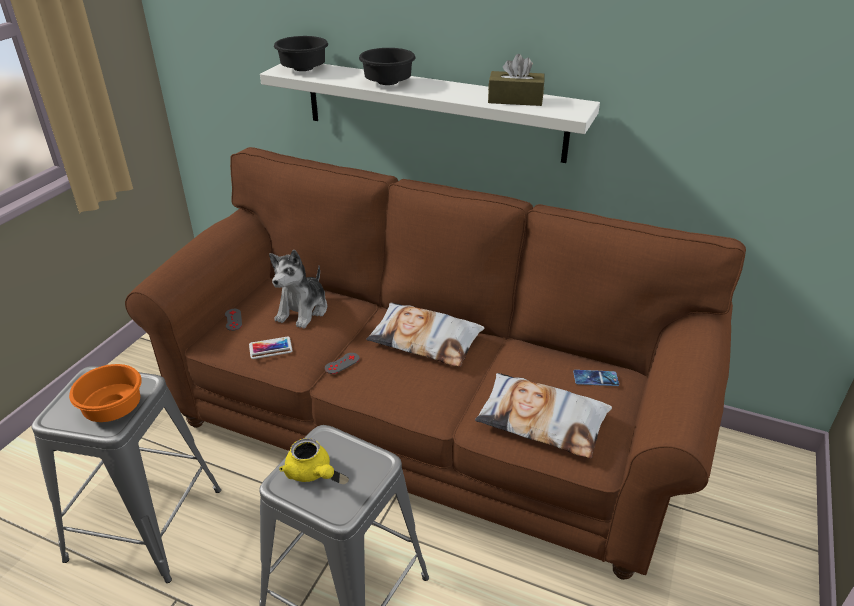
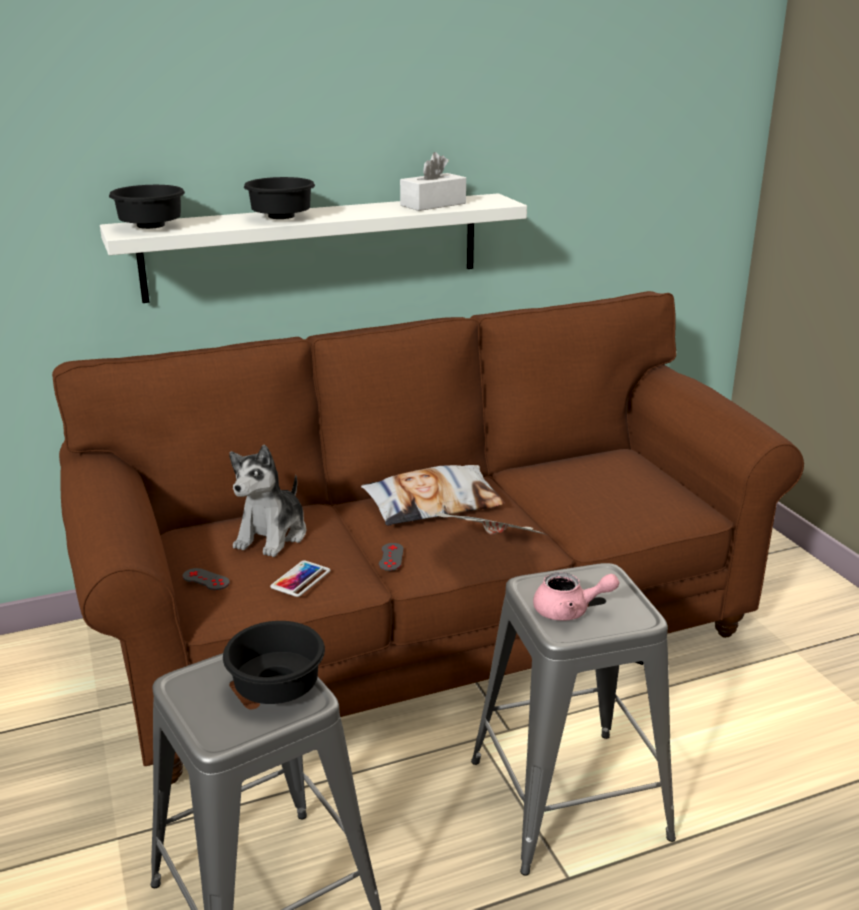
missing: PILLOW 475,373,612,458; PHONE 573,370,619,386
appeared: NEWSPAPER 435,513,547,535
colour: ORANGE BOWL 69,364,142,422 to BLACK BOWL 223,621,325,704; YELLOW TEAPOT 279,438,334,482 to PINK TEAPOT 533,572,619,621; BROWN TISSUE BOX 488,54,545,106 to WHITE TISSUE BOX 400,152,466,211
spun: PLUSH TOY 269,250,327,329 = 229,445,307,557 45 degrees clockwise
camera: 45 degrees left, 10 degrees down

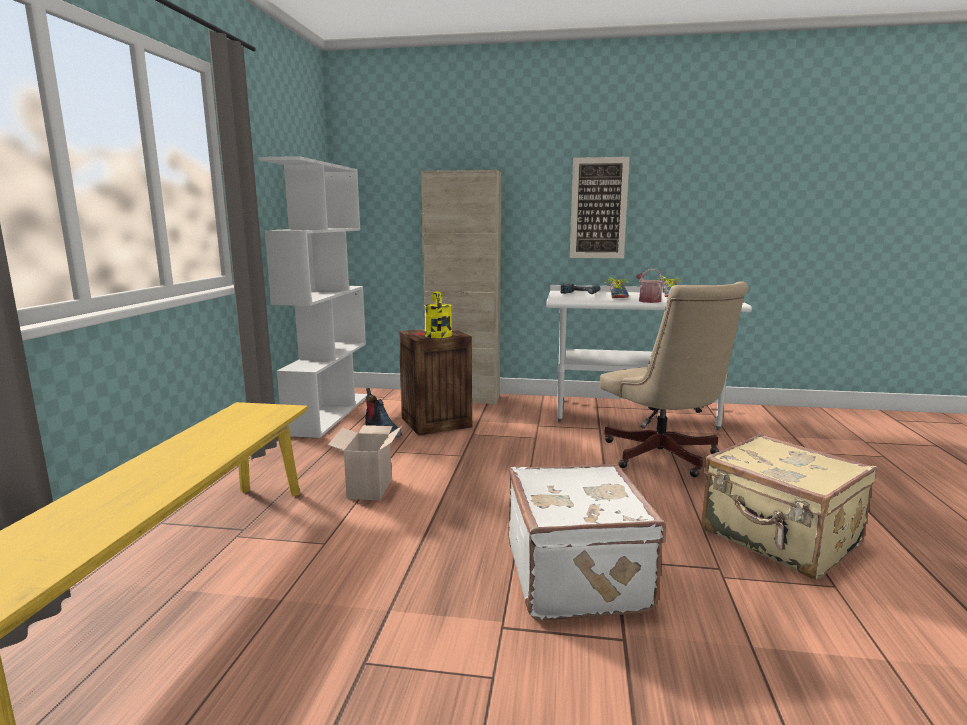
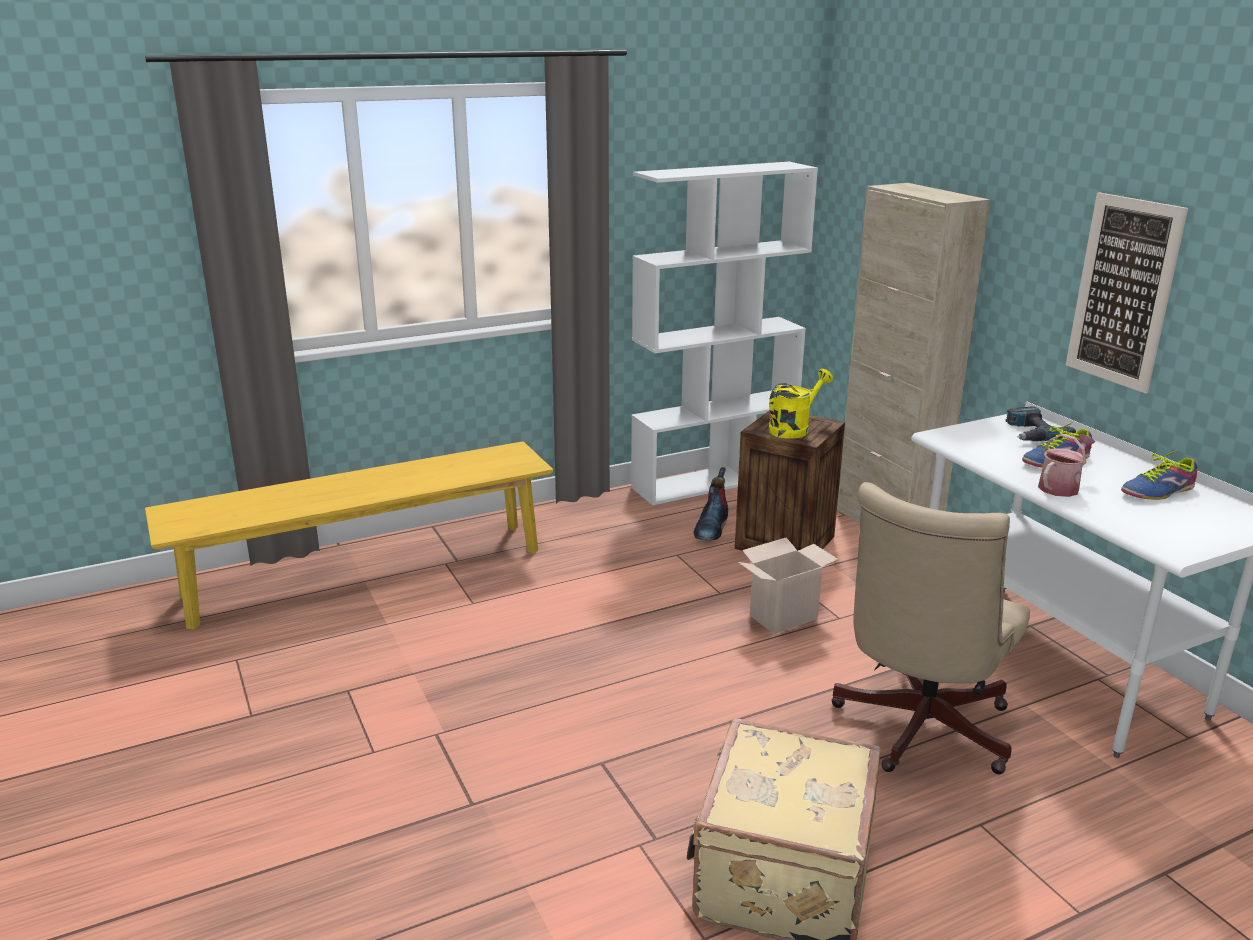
missing: WHITE SUITCASE 508,463,666,620
relocated: CARDBOARD BOX 328,425,402,500 to 738,538,838,634
camera: 55 degrees right, 10 degrees up

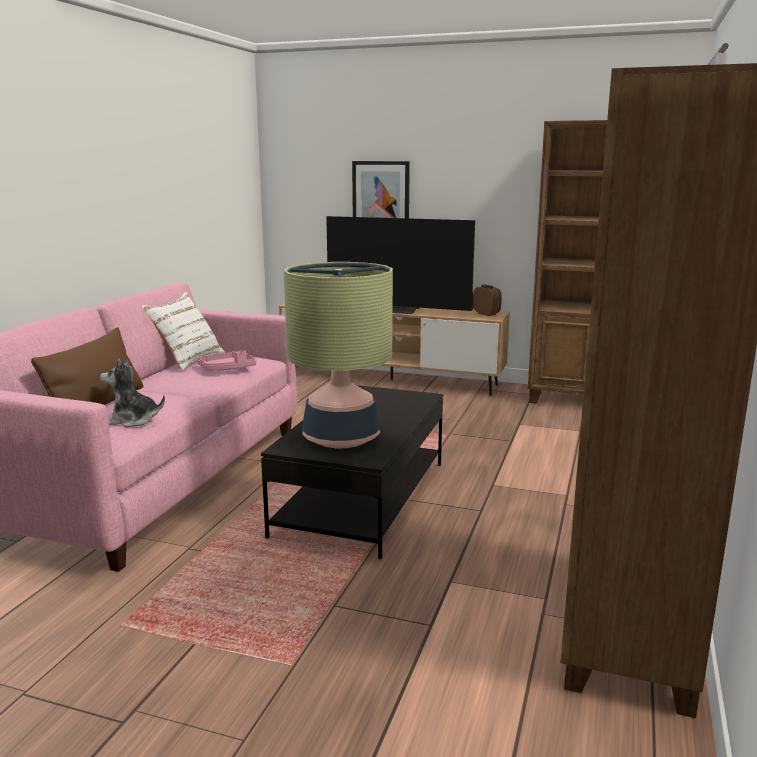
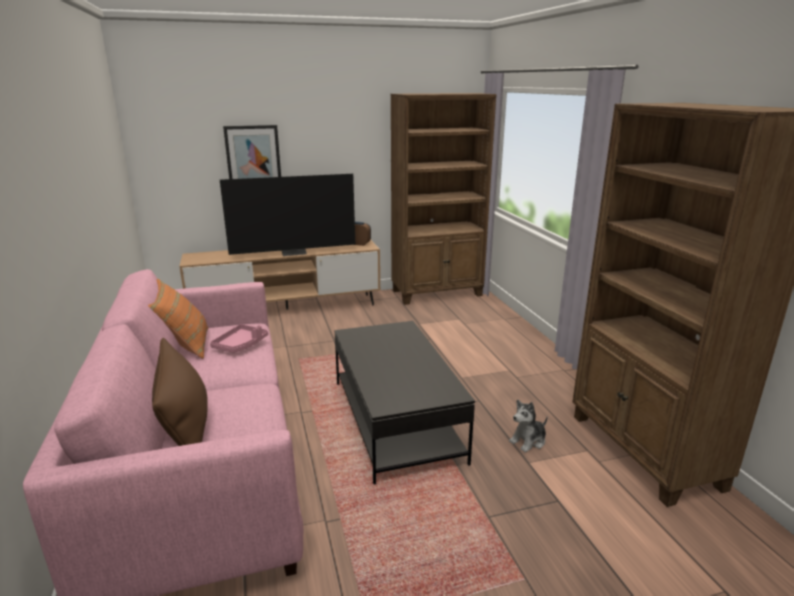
missing: TABLE LAMP 284,262,393,449
relocated: PLUSH TOY 100,359,165,427 to 509,399,548,452
colour: WHITE PILLOW 142,292,225,371 to ORANGE PILLOW 148,279,208,359
camera: 35 degrees left, 5 degrees up

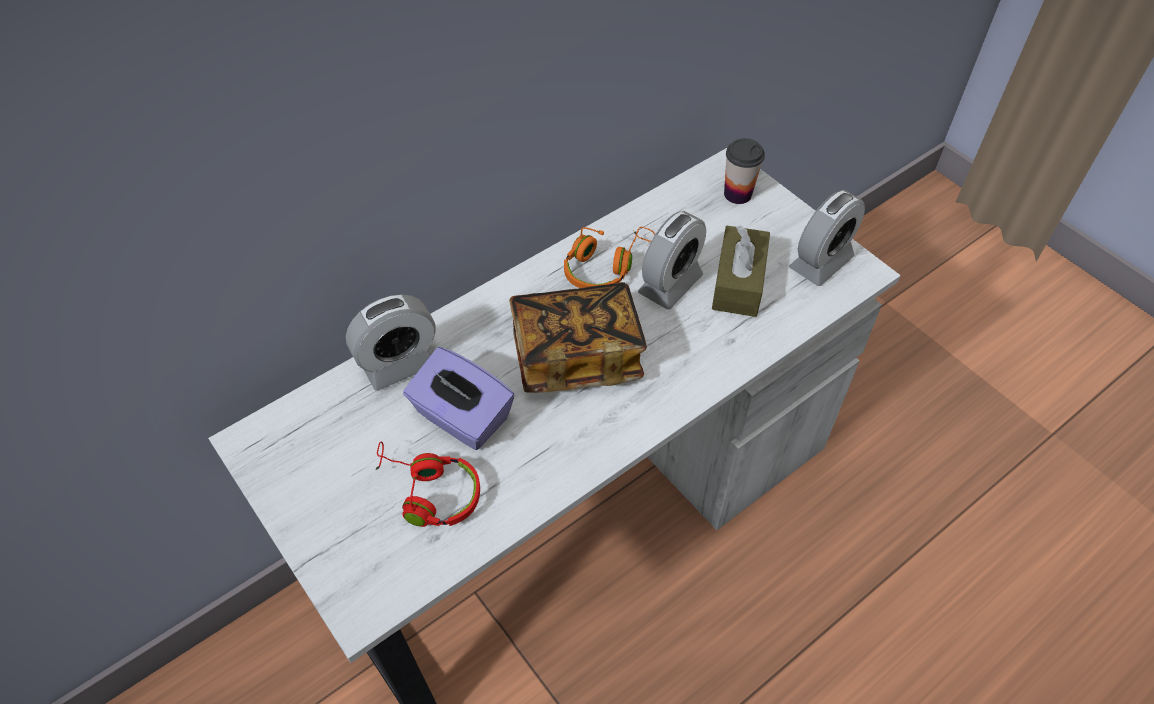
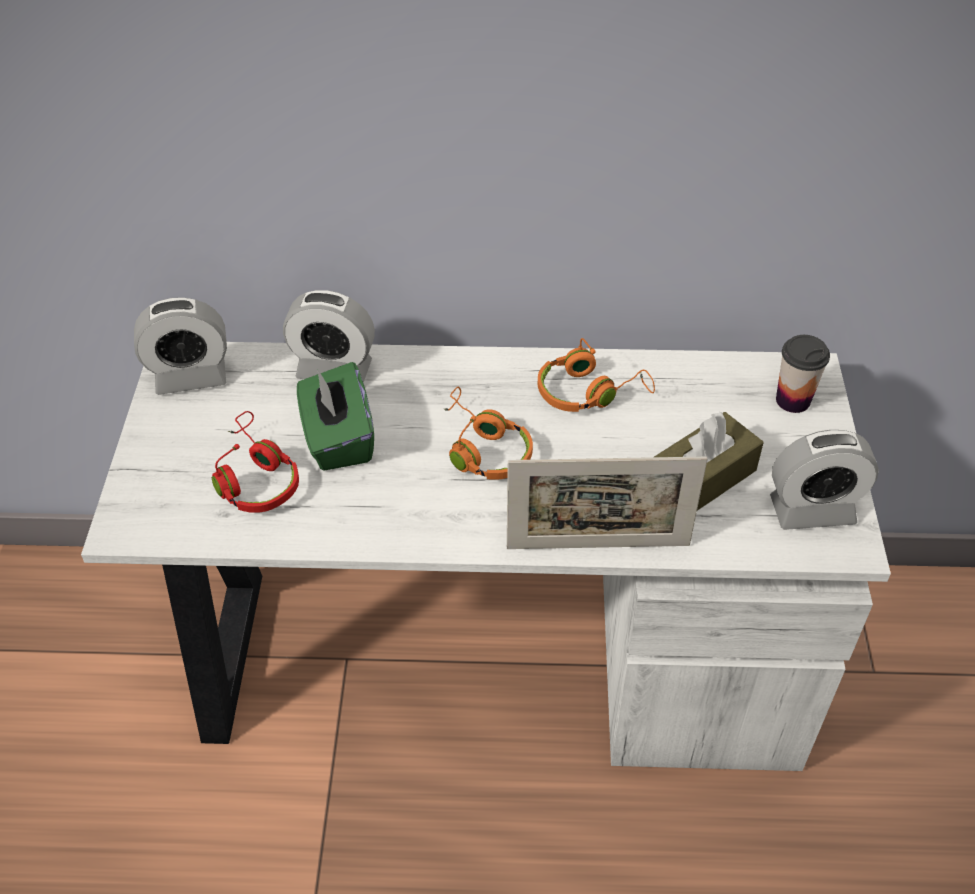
appeared: PICTURE FRAME 507,456,708,549
relocated: ALARM CLOCK 638,211,706,310 to 134,297,227,395
exchanged: BOOK 509,282,647,393 to ORANGE HEADPHONES 444,387,533,480
colour: PURPLE TISSUE BOX 403,347,515,450 to GREEN TISSUE BOX 297,362,374,471
camera: 40 degrees right, 5 degrees down

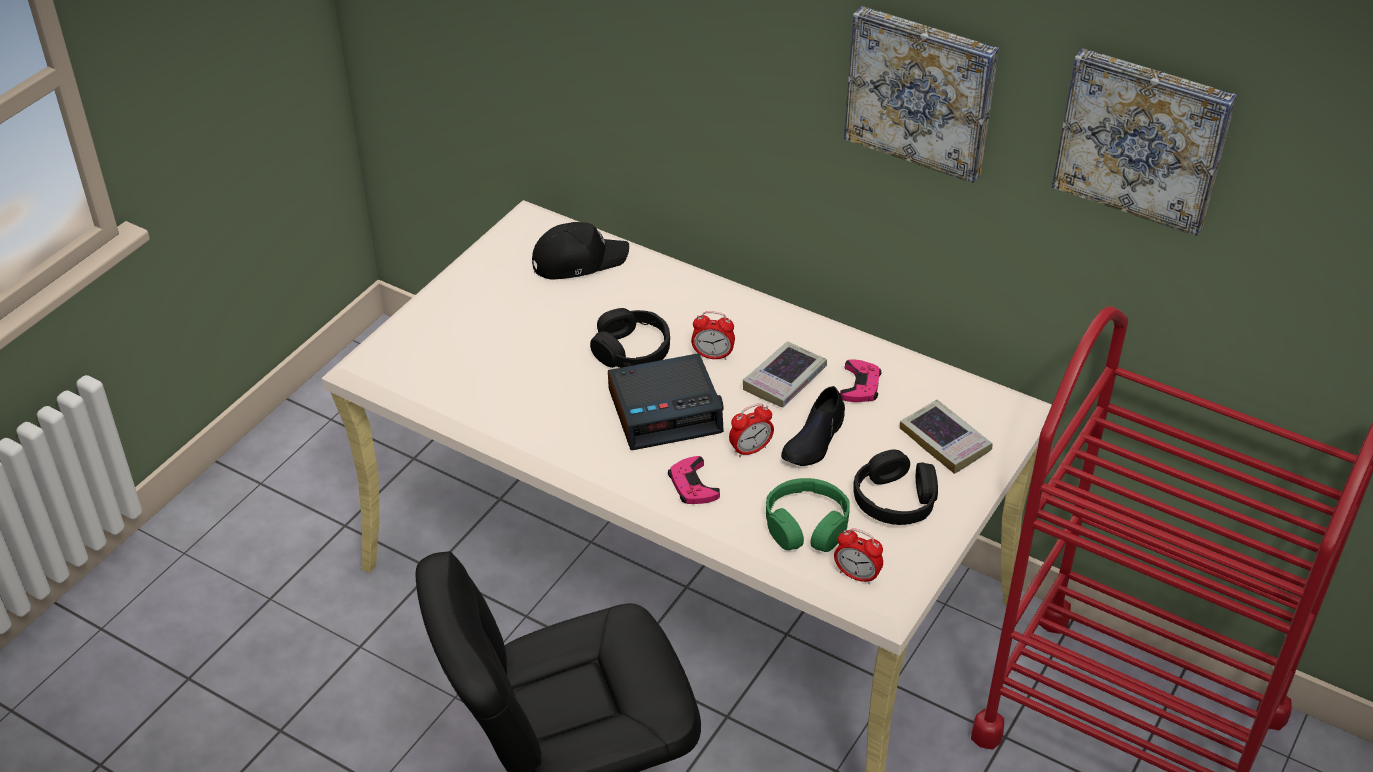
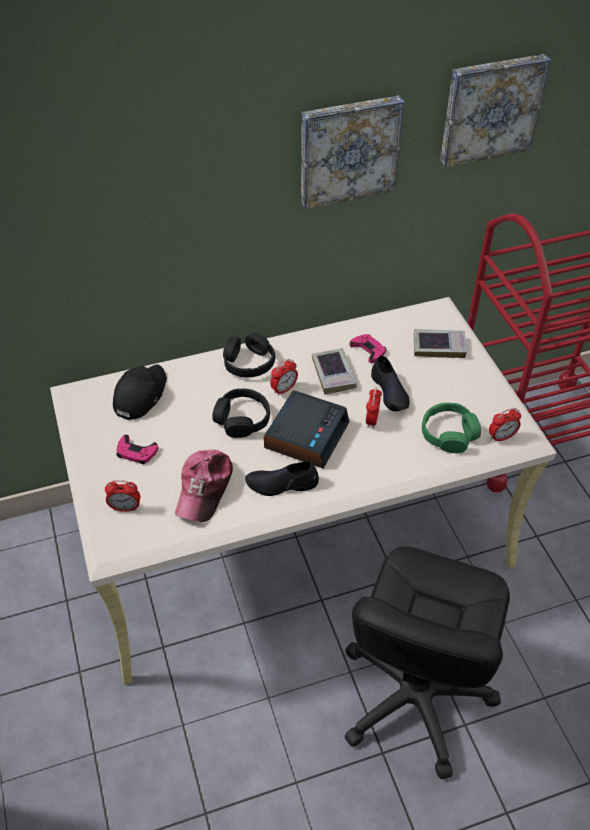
appeared: ALARM CLOCK 105,480,140,512; CAP 175,450,233,522; BLACK SHOE 245,461,319,496
relocated: PINK GAME CONTROLLER 668,456,720,504 to 116,434,158,464; BLACK HEADPHONES 853,449,938,525 to 223,333,275,378
camera: 50 degrees left, 5 degrees up

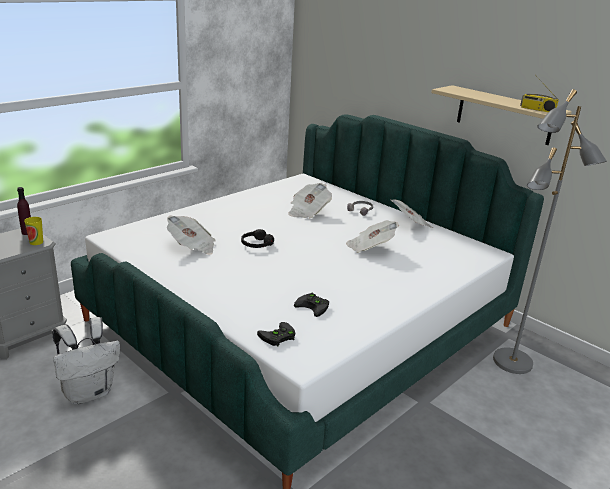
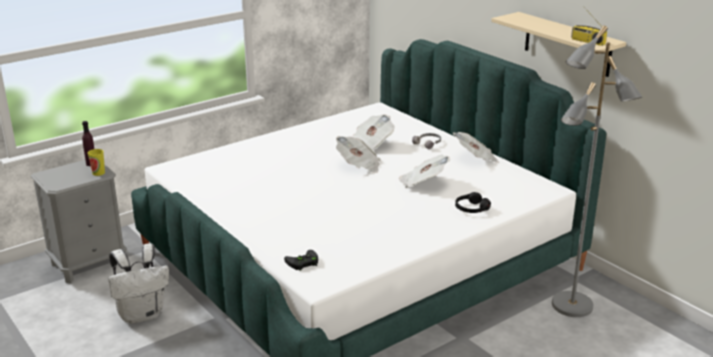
missing: BLACK GAME CONTROLLER 294,293,329,317
relocated: NEWSPAPER 167,215,216,255 to 336,136,381,173; BLACK HEADPHONES 241,229,274,248 to 455,192,491,213
camera: 10 degrees right, 0 degrees up

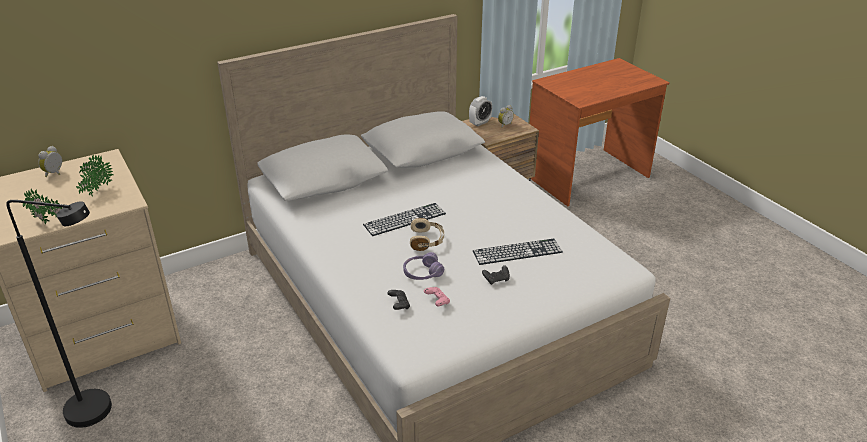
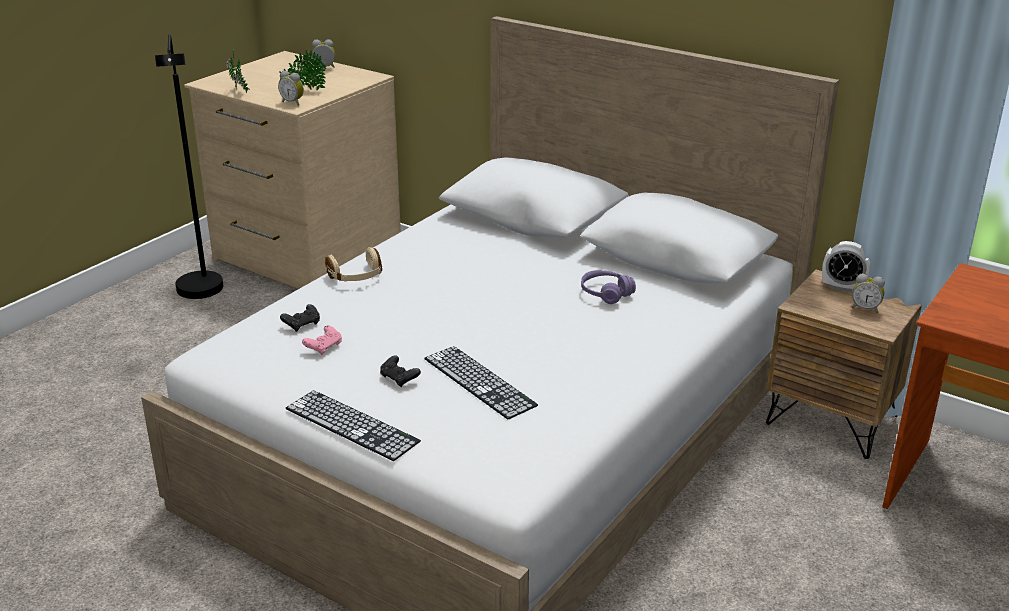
appeared: ALARM CLOCK 278,71,304,106
relocated: KEYBOARD 363,203,446,236 to 286,390,421,461; PURPLE HEADPHONES 403,252,444,280 to 581,270,636,304; BEIGE HEADPHONES 410,218,444,251 to 325,247,382,282
camera: 65 degrees right, 5 degrees down

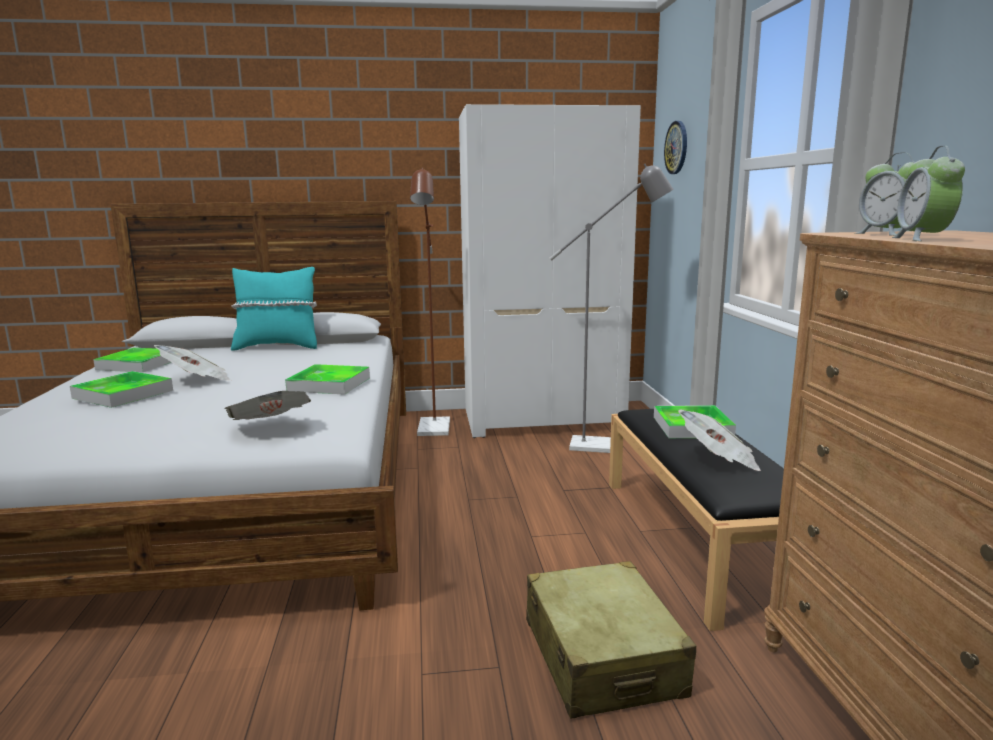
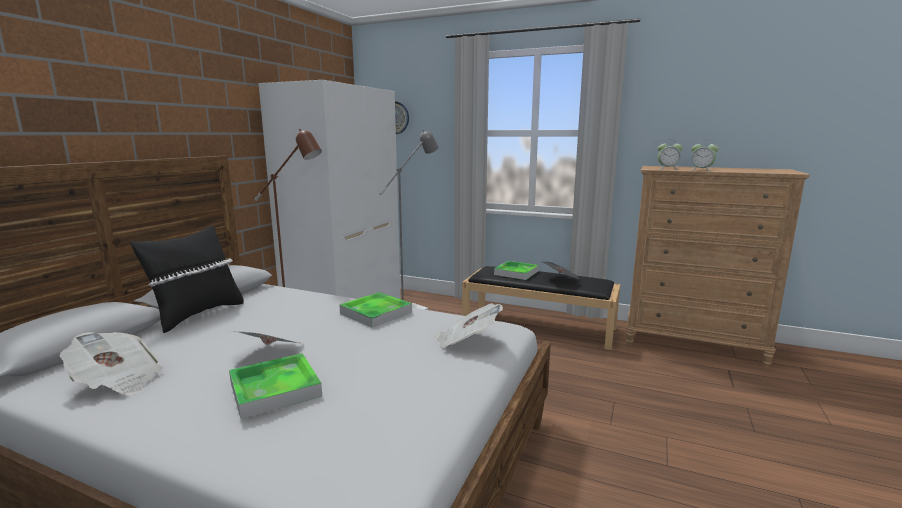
missing: BEIGE SUITCASE 526,561,696,719
exchanged: TRAY 93,348,171,372 to NEWSPAPER 60,332,163,395
colour: TURQUOISE PILLOW 231,267,317,351 to BLACK PILLOW 131,226,244,333
camera: 60 degrees left, 0 degrees up

